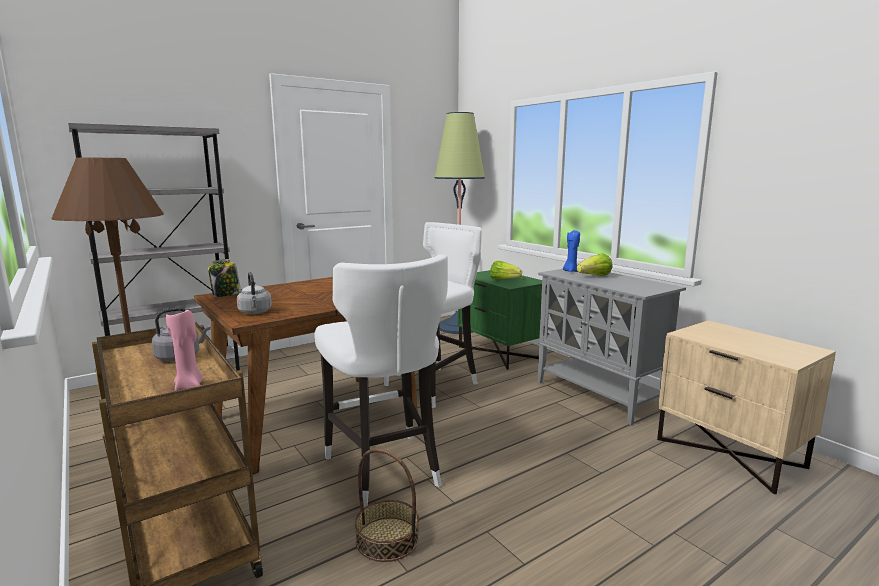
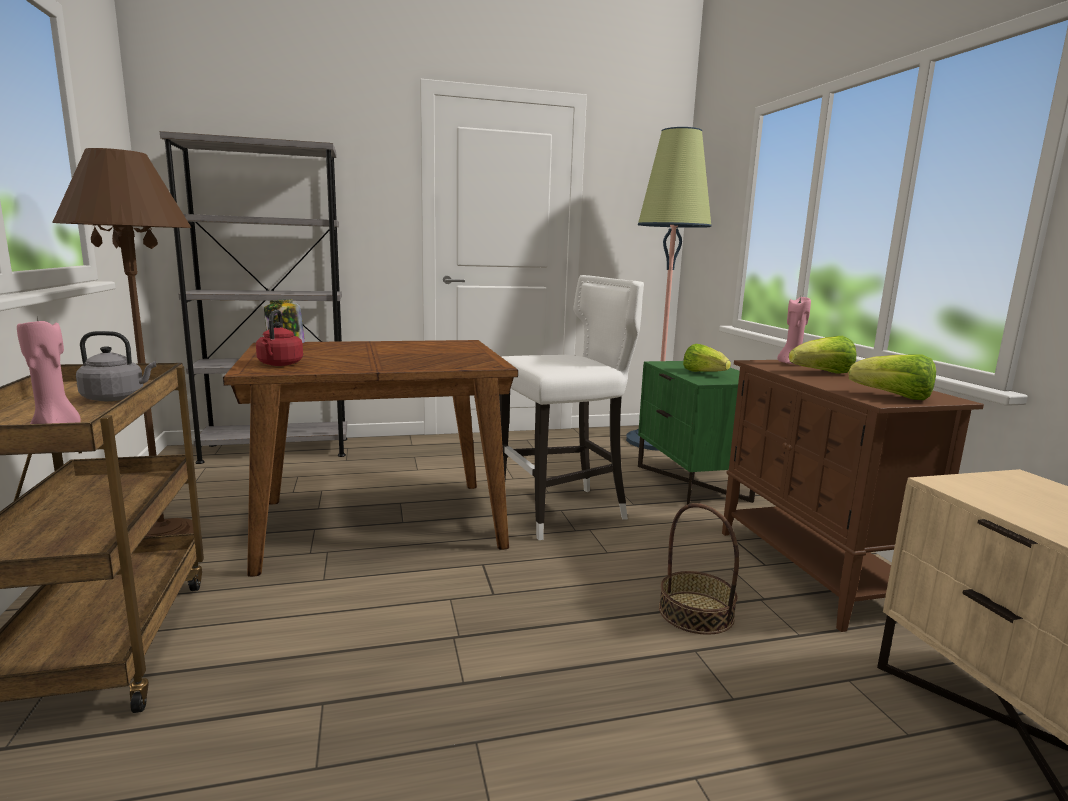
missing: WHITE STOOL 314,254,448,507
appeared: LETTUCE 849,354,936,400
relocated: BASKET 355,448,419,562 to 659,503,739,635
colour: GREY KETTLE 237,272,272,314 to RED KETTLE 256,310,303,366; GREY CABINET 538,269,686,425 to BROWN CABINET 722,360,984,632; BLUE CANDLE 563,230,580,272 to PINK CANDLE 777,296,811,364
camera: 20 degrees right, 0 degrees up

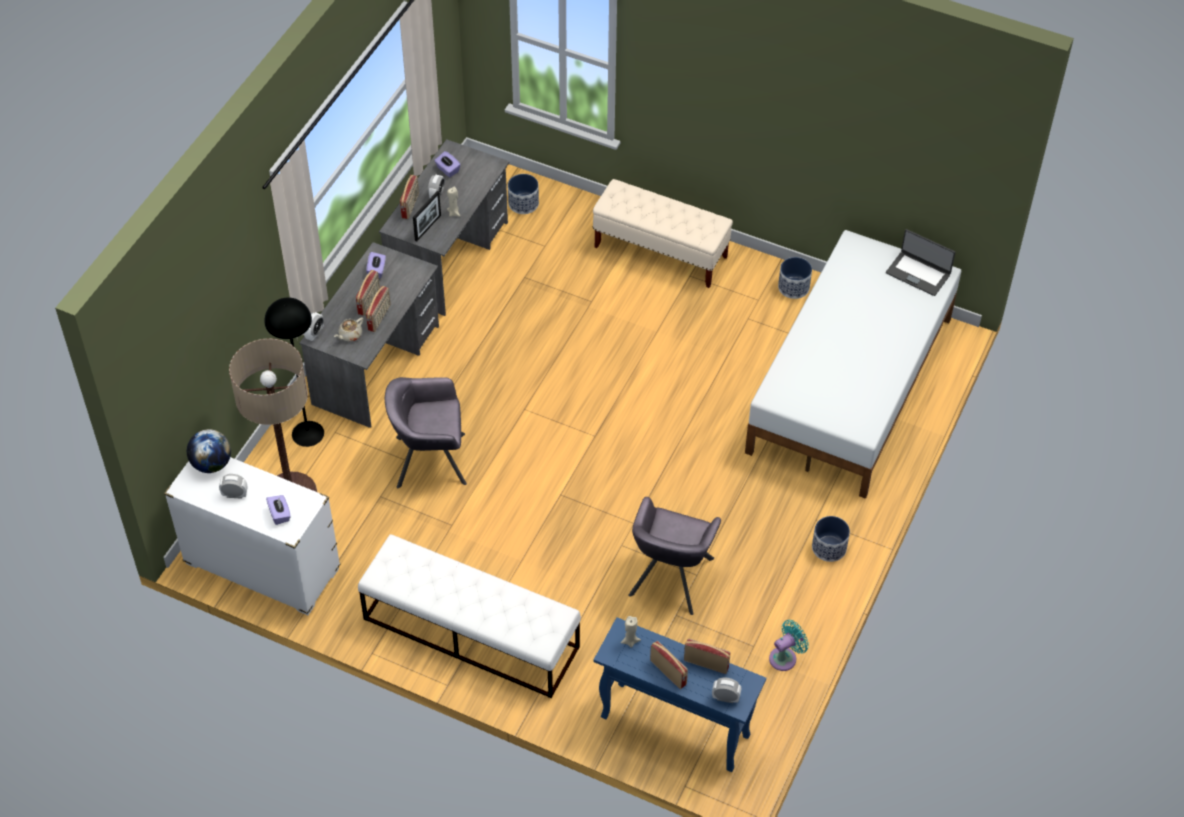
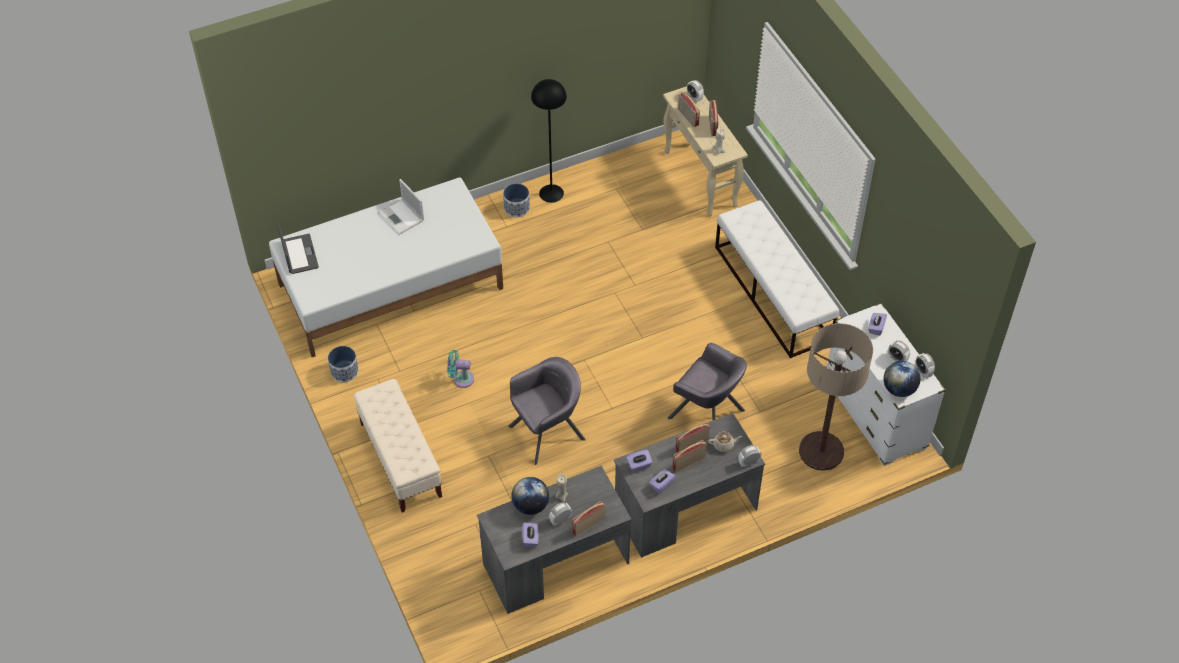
missing: PICTURE FRAME 413,191,441,241; PLANTER 508,174,539,214
appeared: LAPTOP 378,179,424,235; GLOBE 511,477,549,515; PURPLE TISSUE BOX 626,450,653,472; ALARM CLOCK 915,353,935,378
relocated: BLACK FLOOR LAMP 265,297,324,447 to 531,79,567,203; GREY ARMCHAIR 628,497,721,615 to 508,357,586,465; TURQUOISE FAN 769,620,809,671 to 447,350,474,388
colour: BLUE CONSOLE TABLE 594,617,766,772 to BEIGE CONSOLE TABLE 663,86,748,216
camera: 140 degrees left, 0 degrees up

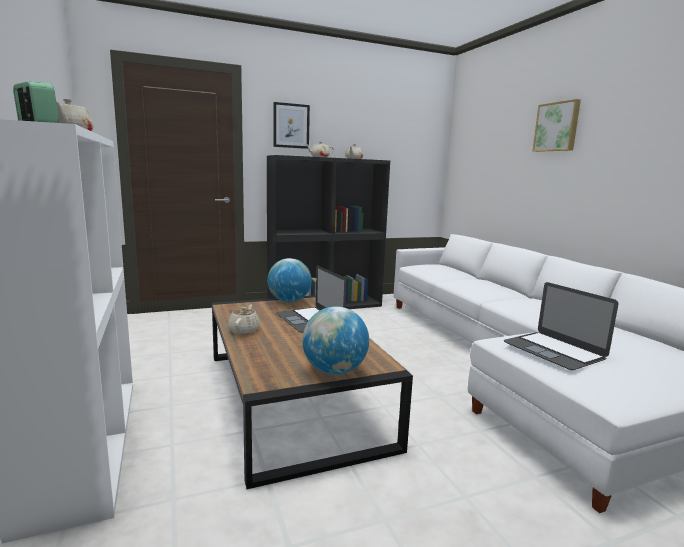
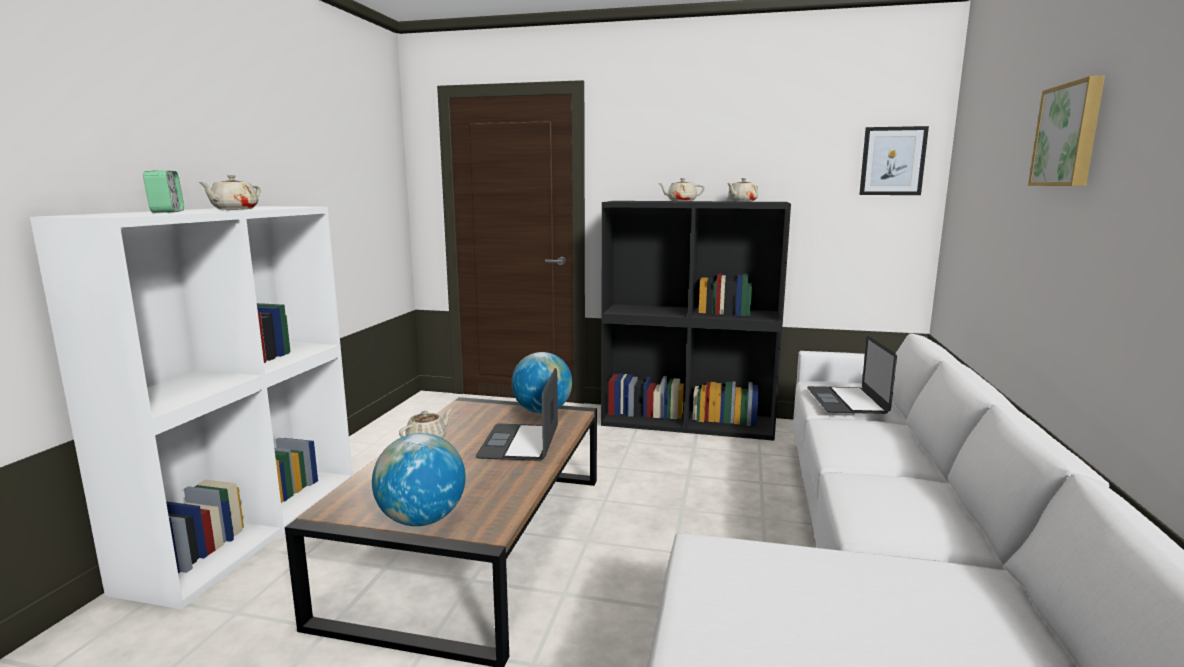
relocated: PICTURE 273,102,310,149 to 859,126,929,195; LAPTOP 504,282,618,370 to 807,336,897,414
camera: 35 degrees right, 0 degrees up

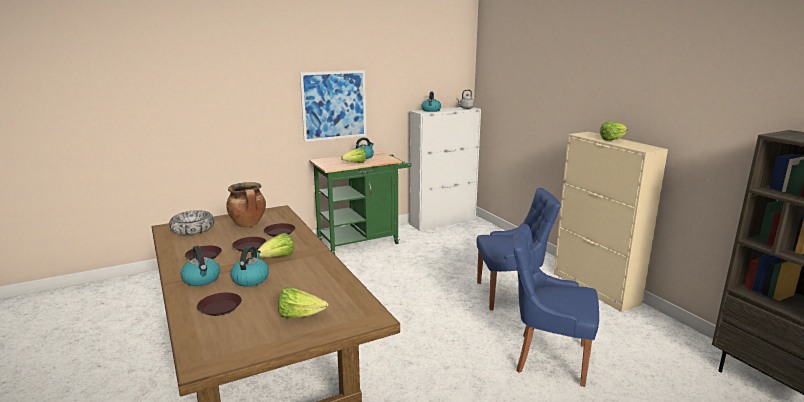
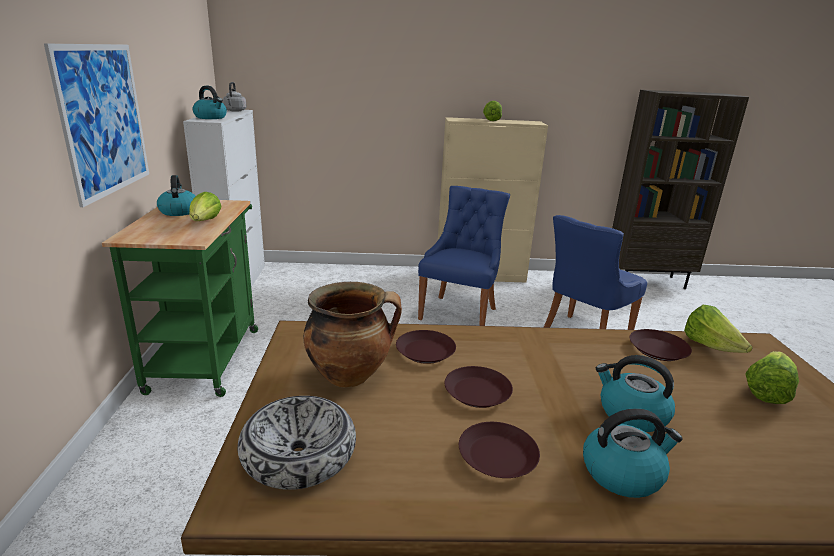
relocated: BROWN PLATE 197,293,242,316 to 630,329,692,361; LETTUCE 258,233,294,257 to 684,305,753,353
camera: 65 degrees left, 5 degrees up

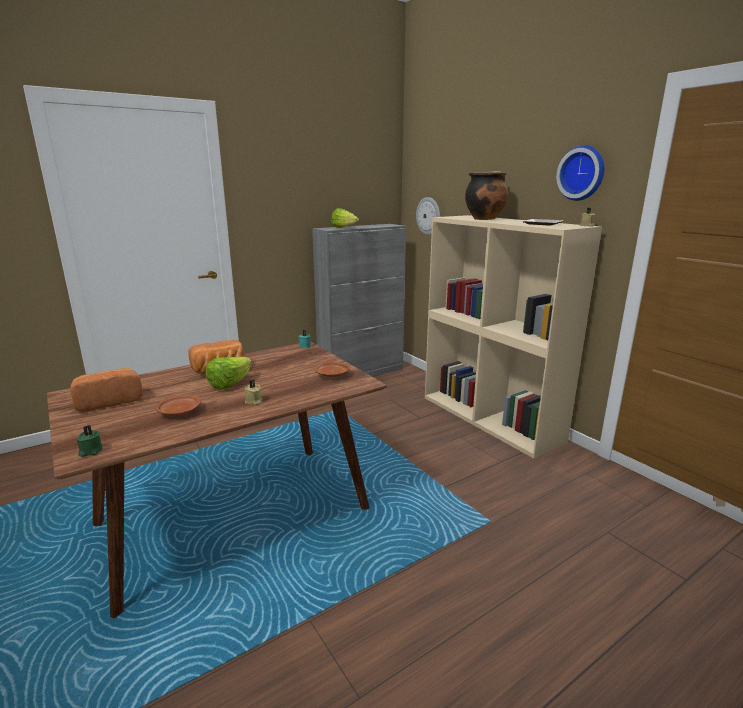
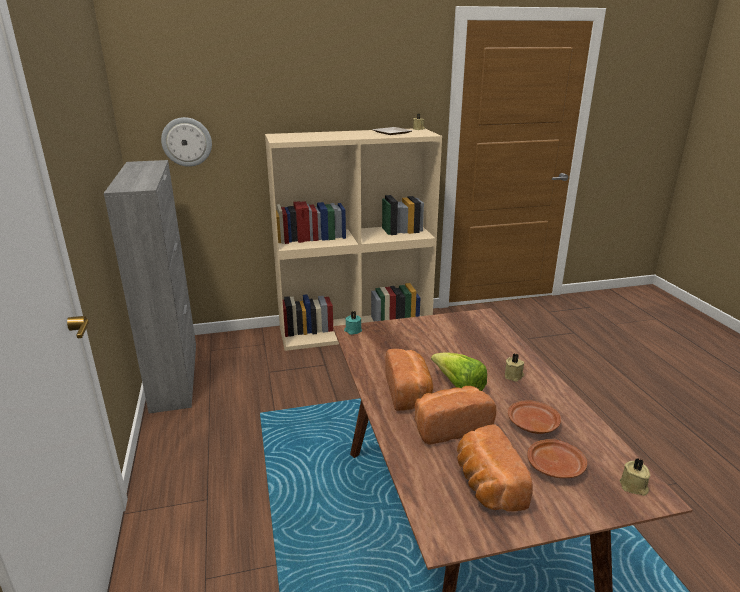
missing: LETTUCE 331,208,359,228; COOKING POT 465,171,508,220; WALL CLOCK 556,145,604,201
appeared: BREAD 414,386,496,445
relocated: BROWN PLATE 314,362,350,377 to 527,439,587,478
colour: GREEN CANDLE 77,425,102,457 to BEIGE CANDLE 620,458,650,496
camera: 70 degrees left, 5 degrees up

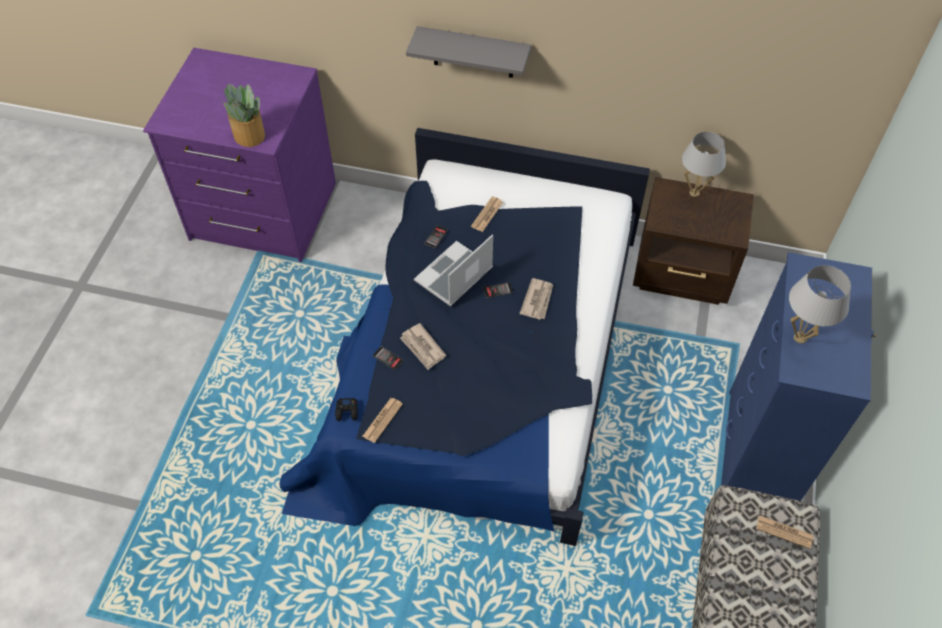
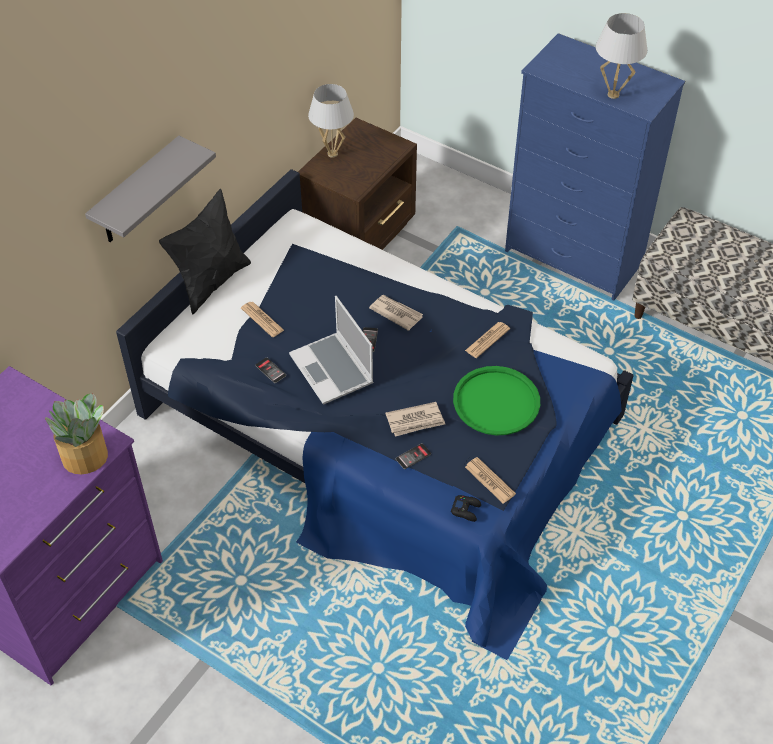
appeared: BLACK PILLOW 159,189,251,315; GREEN TRAY 453,366,540,436
relocated: NEWSPAPER 756,515,813,549 to 465,322,510,358
camera: 70 degrees left, 5 degrees down

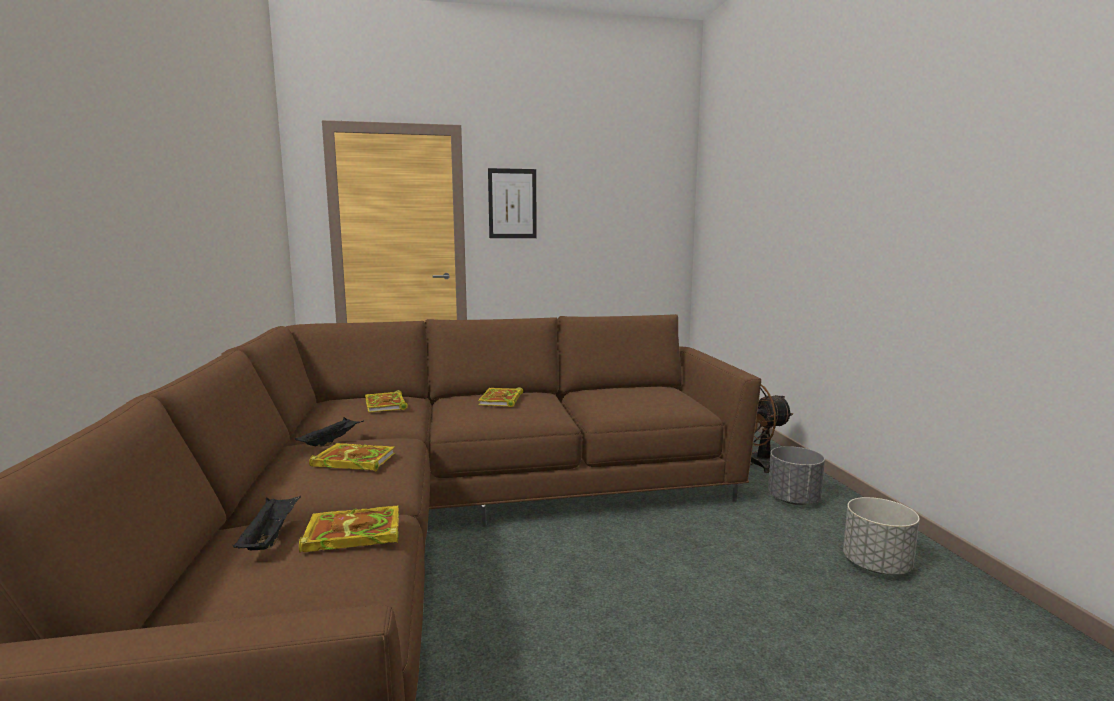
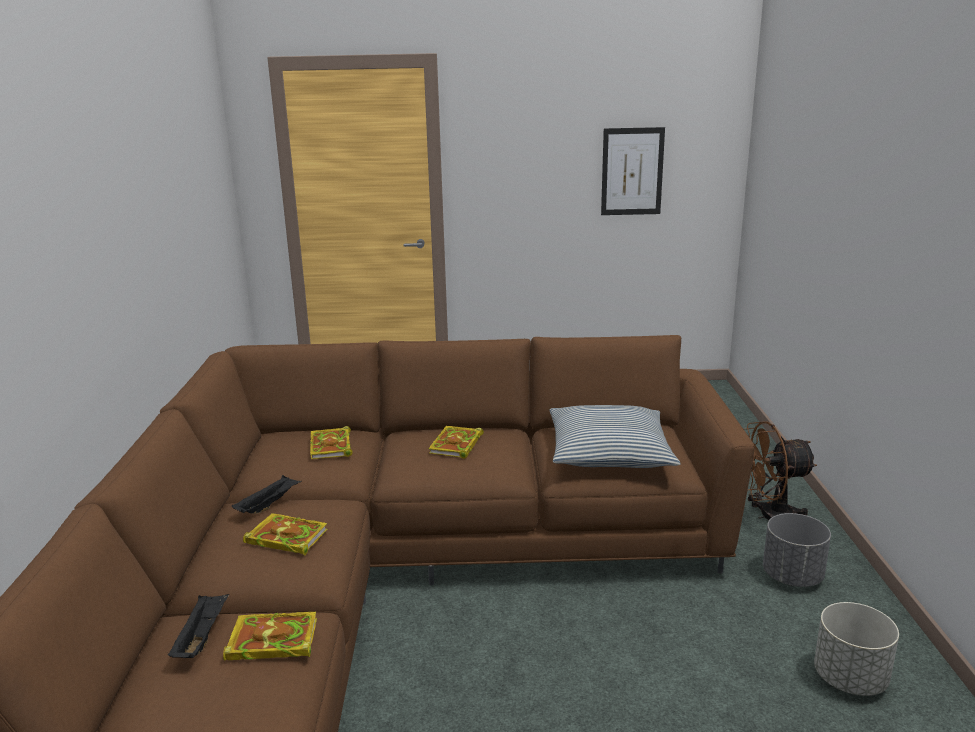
appeared: PILLOW 550,405,681,468
relocated: PICTURE 488,168,537,238 to 601,127,665,215
camera: 10 degrees right, 10 degrees up

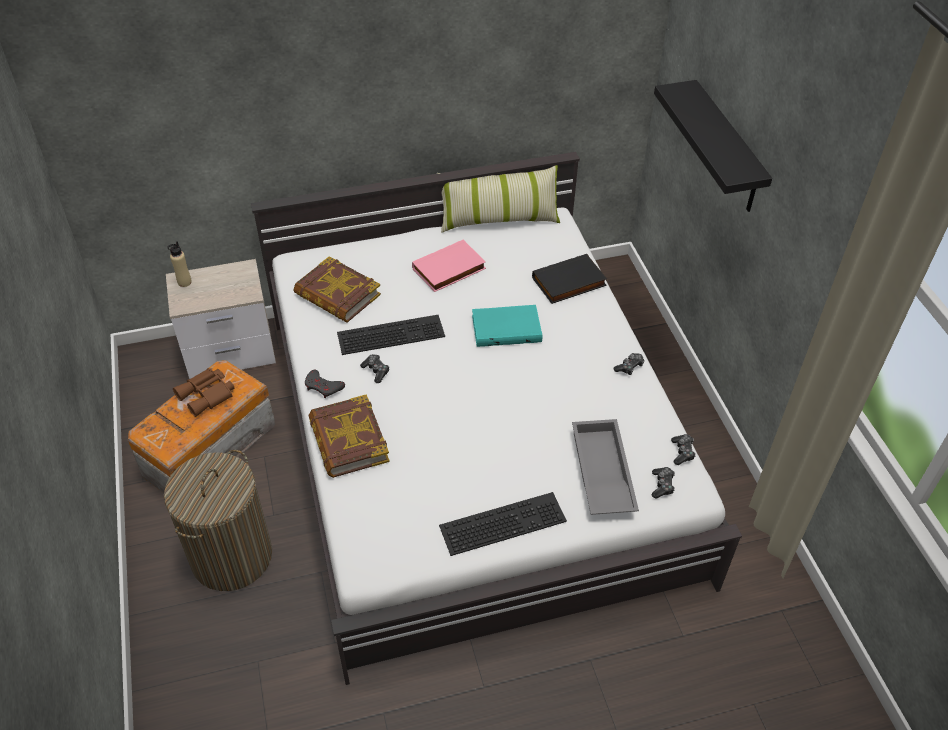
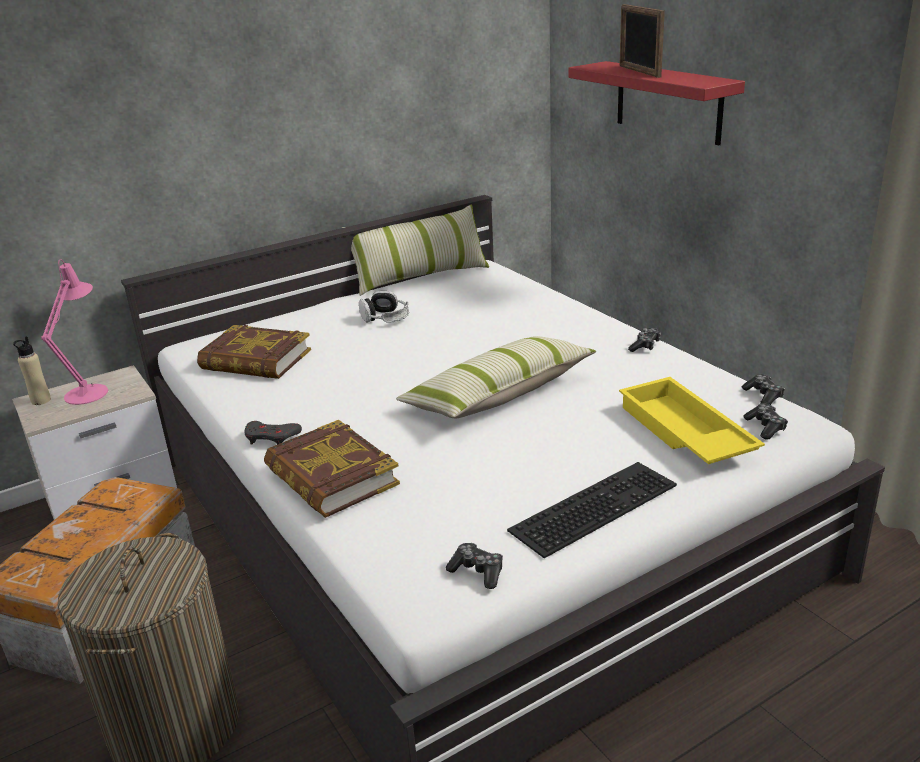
missing: BROWN BINOCULARS 173,368,234,417; KEYBOARD 337,315,445,355; TURQUOISE BOOK 472,305,542,347; BLACK BOOK 532,254,607,304
appeared: PINK TABLE LAMP 41,259,108,405; PILLOW 396,336,596,418; PICTURE FRAME 620,4,665,78
relocated: GAME CONTROLLER 360,354,389,383 to 446,543,503,589
exchanged: PINK BOOK 412,239,486,292 to HEADPHONES 359,291,409,323
colour: GREY TRAY 572,419,639,515 to YELLOW TRAY 619,377,765,464; BLACK SHELF 654,80,772,212 to RED SHELF 569,61,745,145
camera: 15 degrees left, 20 degrees down

